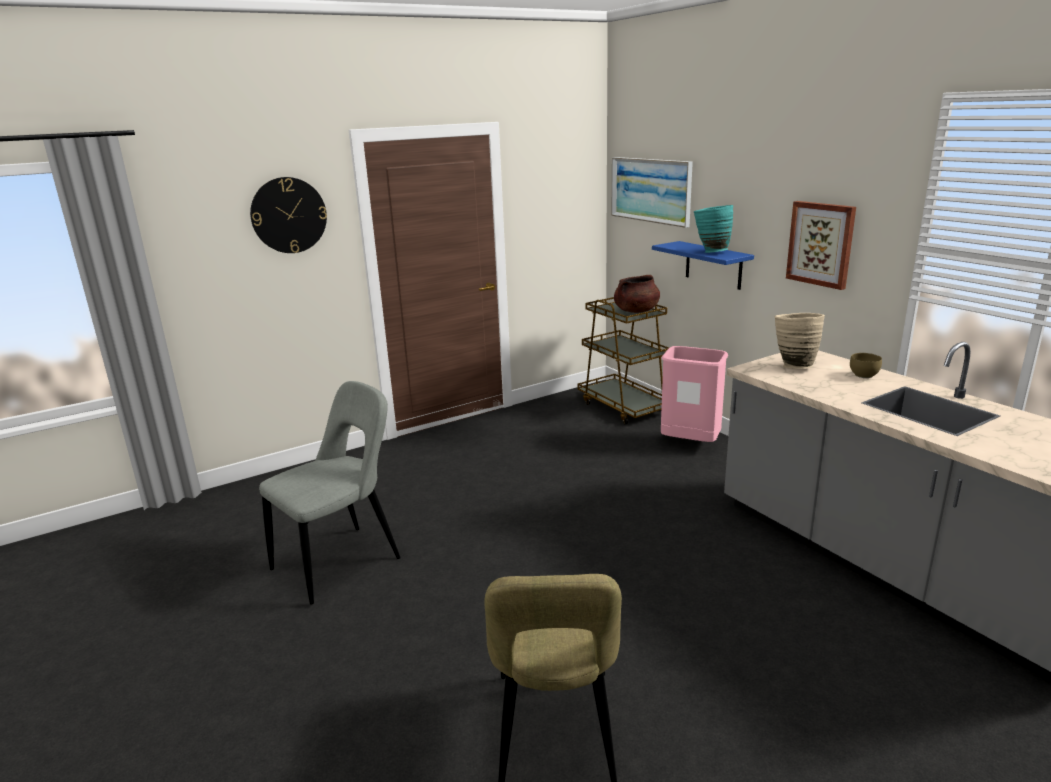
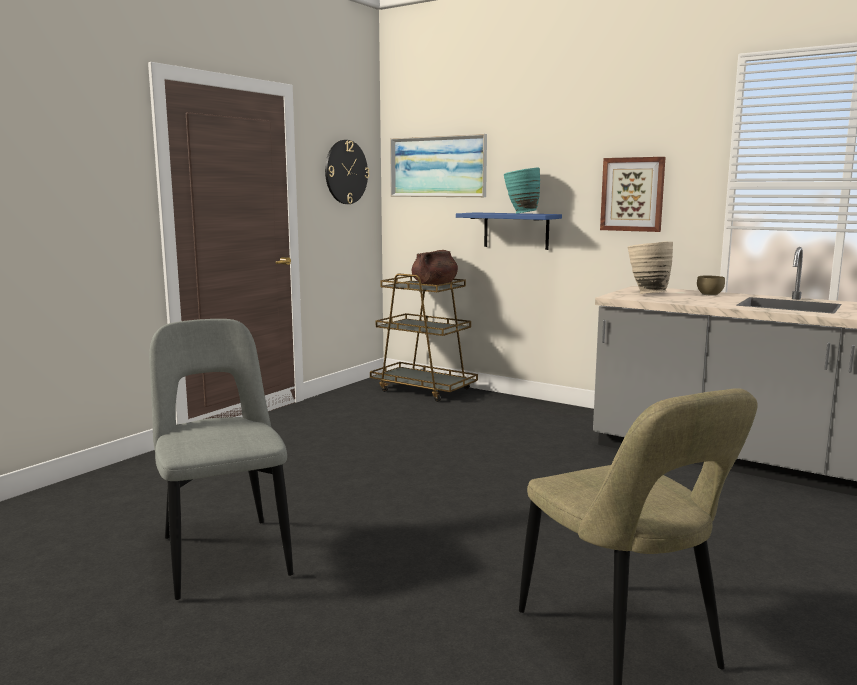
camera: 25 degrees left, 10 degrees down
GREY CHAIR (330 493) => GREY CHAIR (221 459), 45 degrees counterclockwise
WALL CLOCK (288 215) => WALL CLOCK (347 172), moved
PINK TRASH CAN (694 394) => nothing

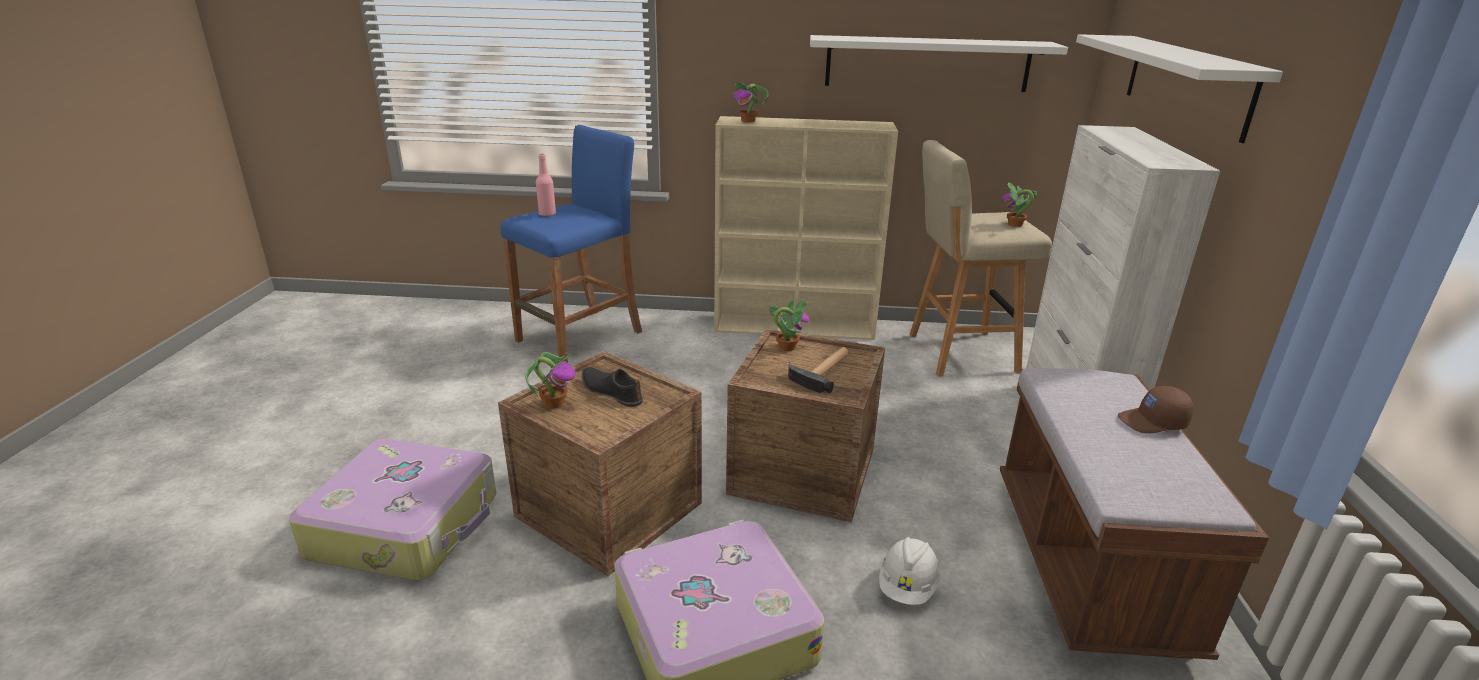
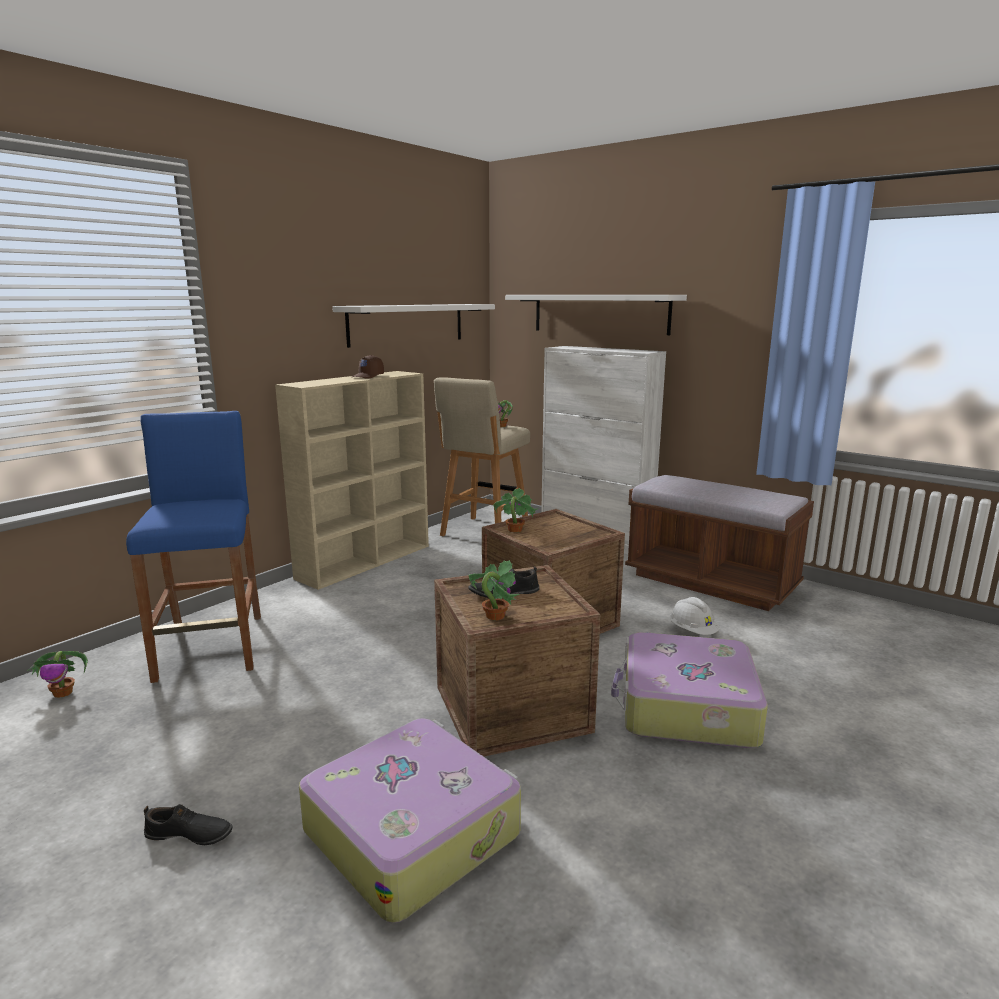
camera: 55 degrees left, 10 degrees down
POTTED PLANT (750 102) => POTTED PLANT (57 674), moved
nothing => BLACK SHOE (188 824)
BROWN CAP (1156 409) => BROWN CAP (368 367), moved
PINK BOTTLE (546 185) => nothing
HAMMER (818 370) => nothing

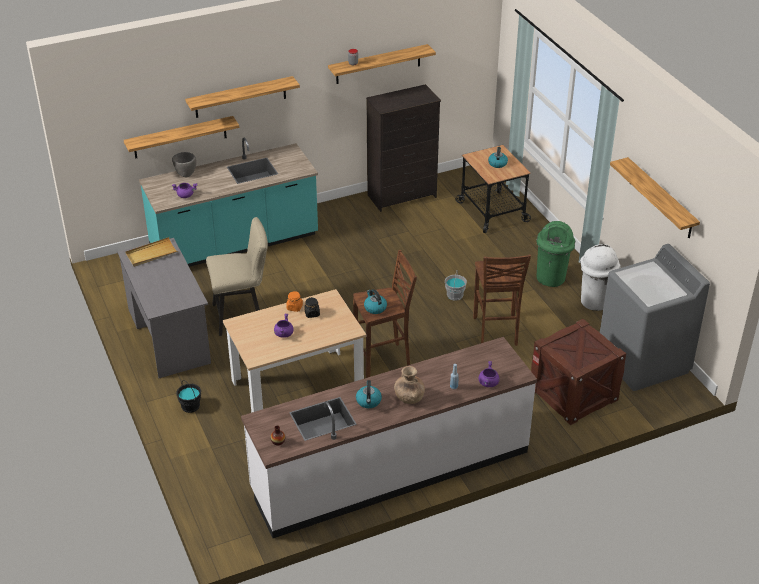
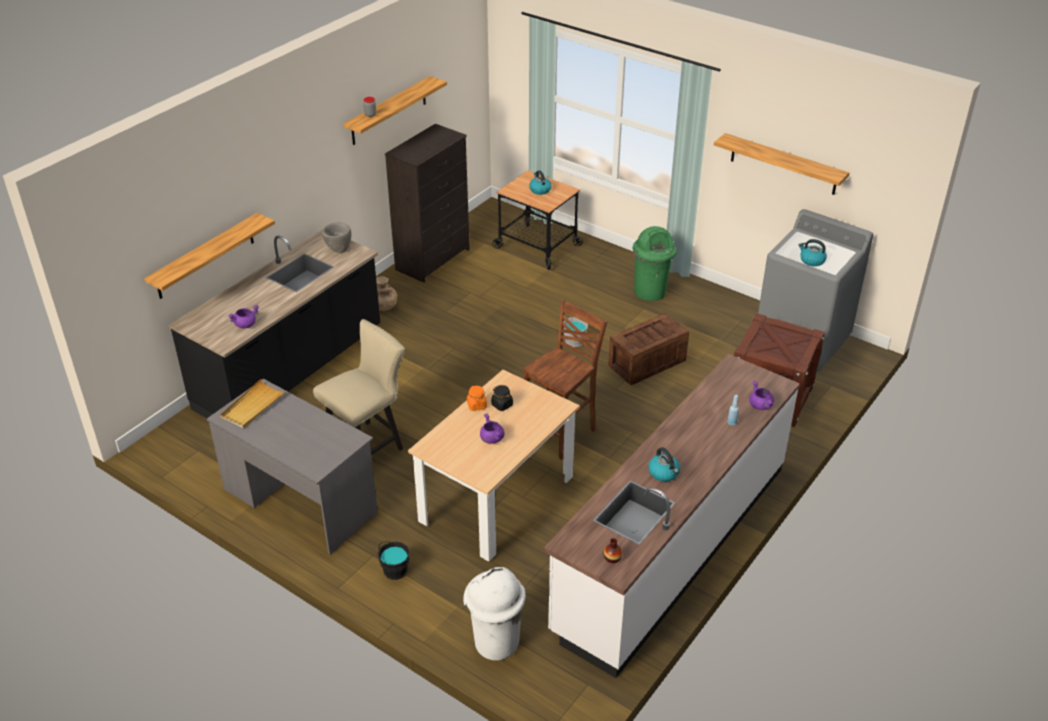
camera: 30 degrees left, 0 degrees up
TURQUOISE COUNTER (228 202) => BLACK COUNTER (274 323)
GREY BOWL (184 165) => GREY BOWL (336 238), moved
BROWN VASE (409 385) => BROWN VASE (386 293), moved
WHITE TRASH CAN (600 277) => WHITE TRASH CAN (494 614), moved
BROWN STOOL (502 300) => CRATE (648 349)
KETTLE (375 301) => KETTLE (813 252), moved
SHELF (242 97) => nothing

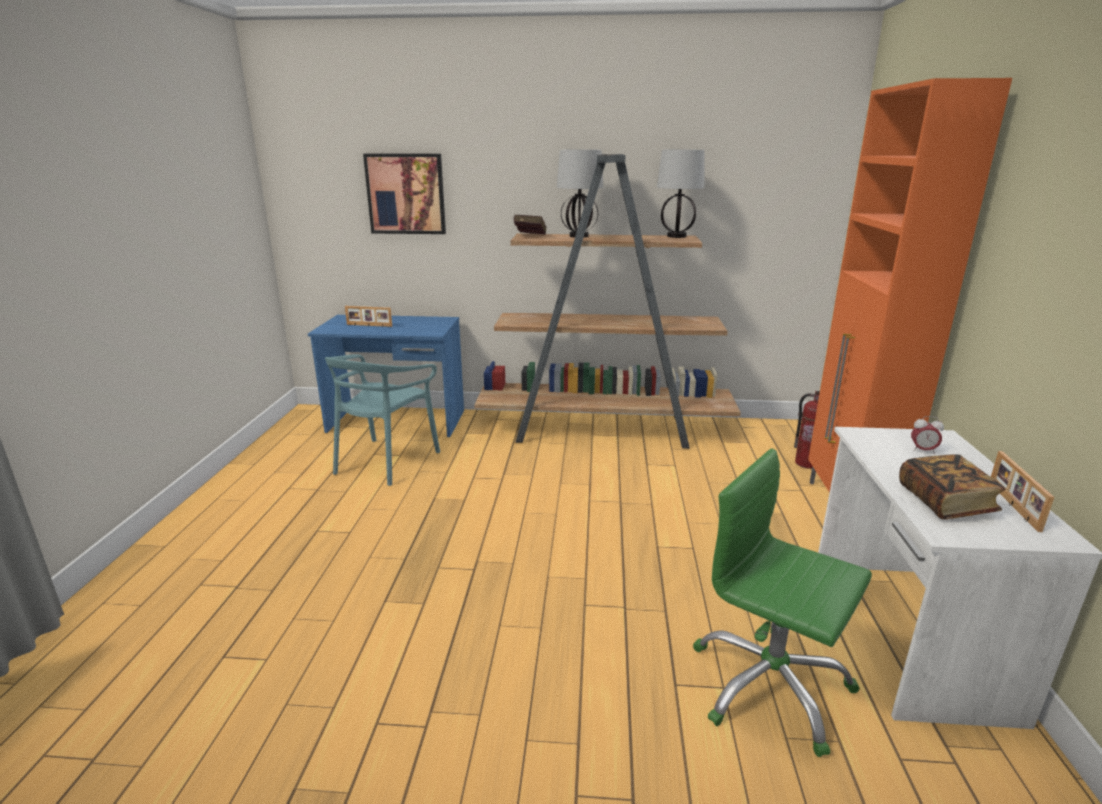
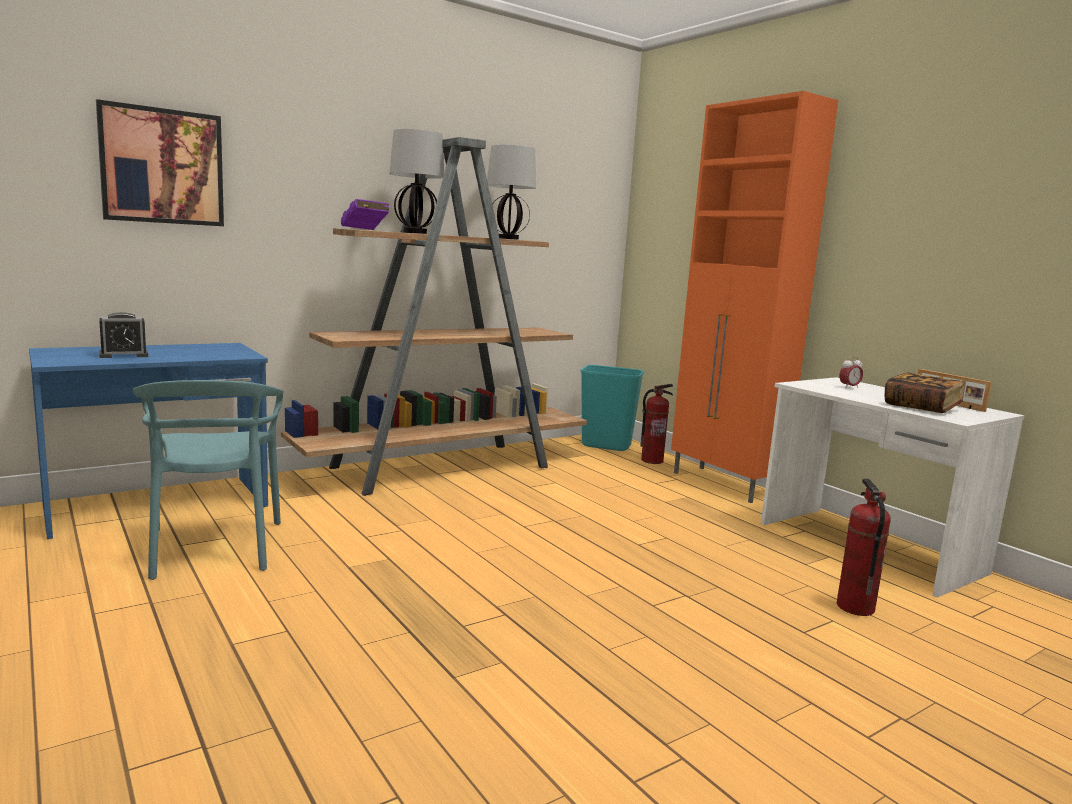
camera: 40 degrees left, 10 degrees down
PICTURE FRAME (368 316) => ALARM CLOCK (123 335)
RED BOOK (530 225) => PURPLE BOOK (365 214)
nothing => TURQUOISE TRASH CAN (612 408)
GREEN OFFICE CHAIR (782 602) => FIRE EXTINGUISHER (864 547)

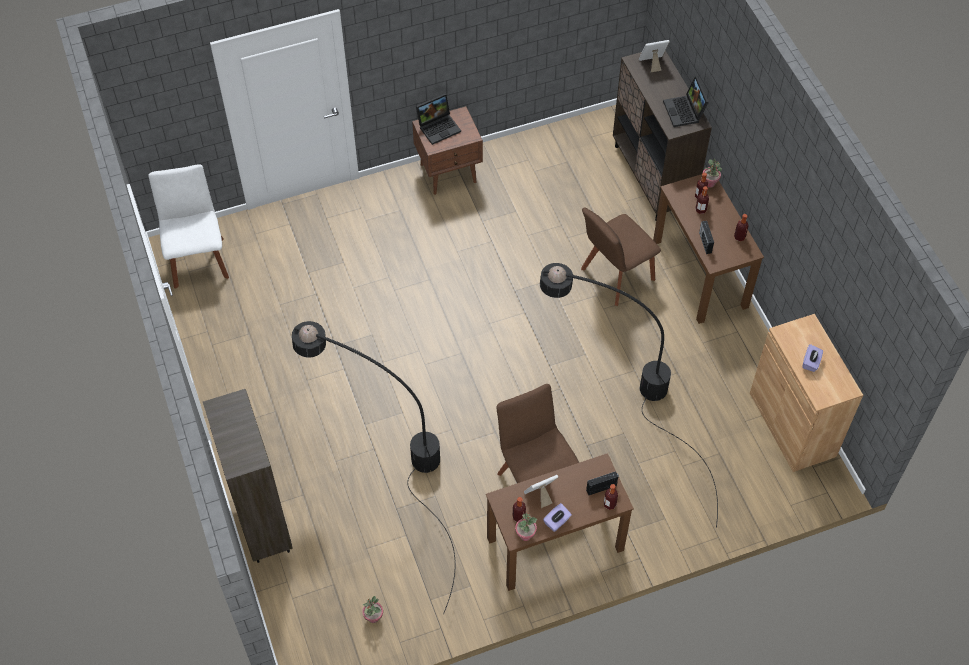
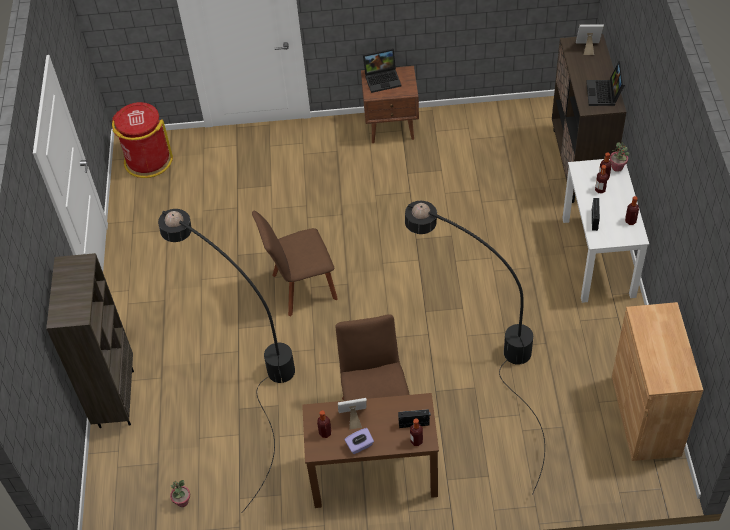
camera: 20 degrees right, 5 degrees down
WHITE CHAIR (188 226) => RED TRASH CAN (142 140)
BROWN CHAIR (621 257) => BROWN CHAIR (295 263), moved
BROWN DESK (708 249) => WHITE DESK (605 230)
POTTED PLANT (526 527) => nothing
PURPLE TISSUE BOX (813 358) => nothing

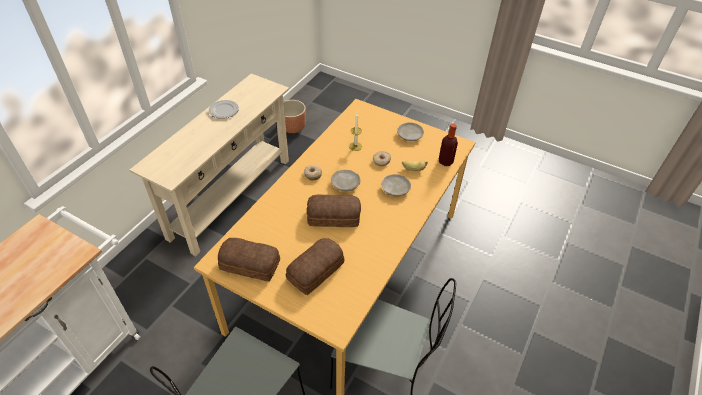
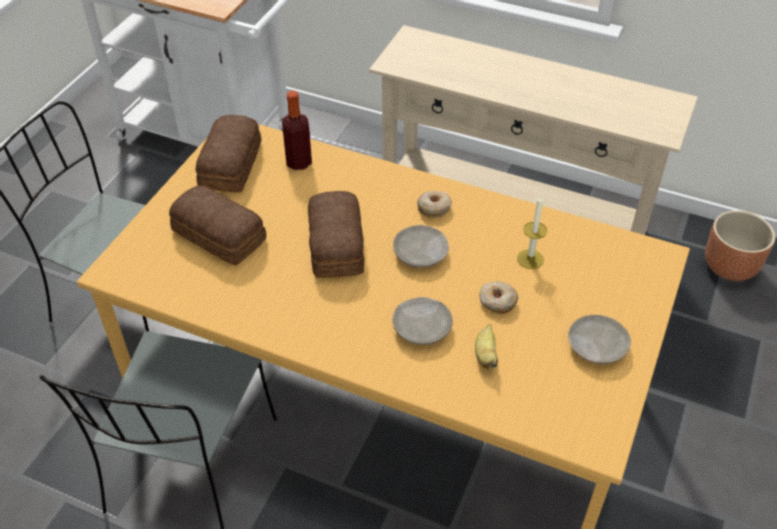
camera: 85 degrees right, 0 degrees up
BOTTLE (448 145) => BOTTLE (297 130), moved
PLATE (224 109) => nothing

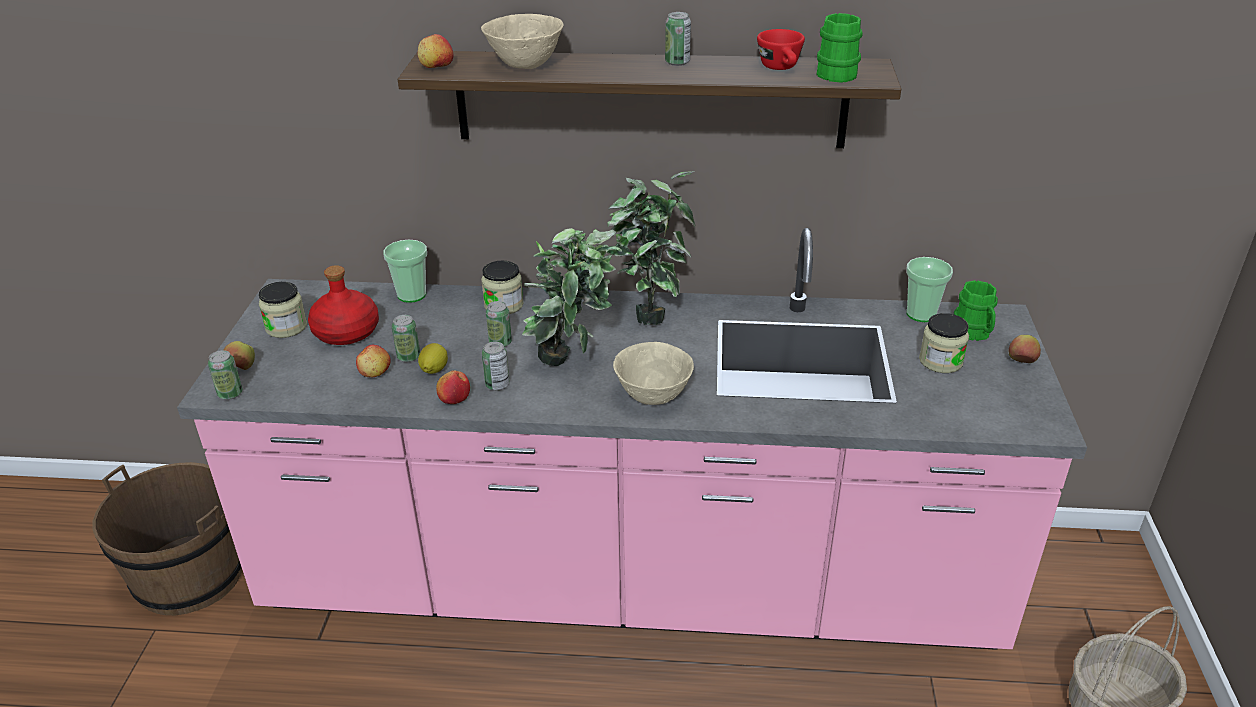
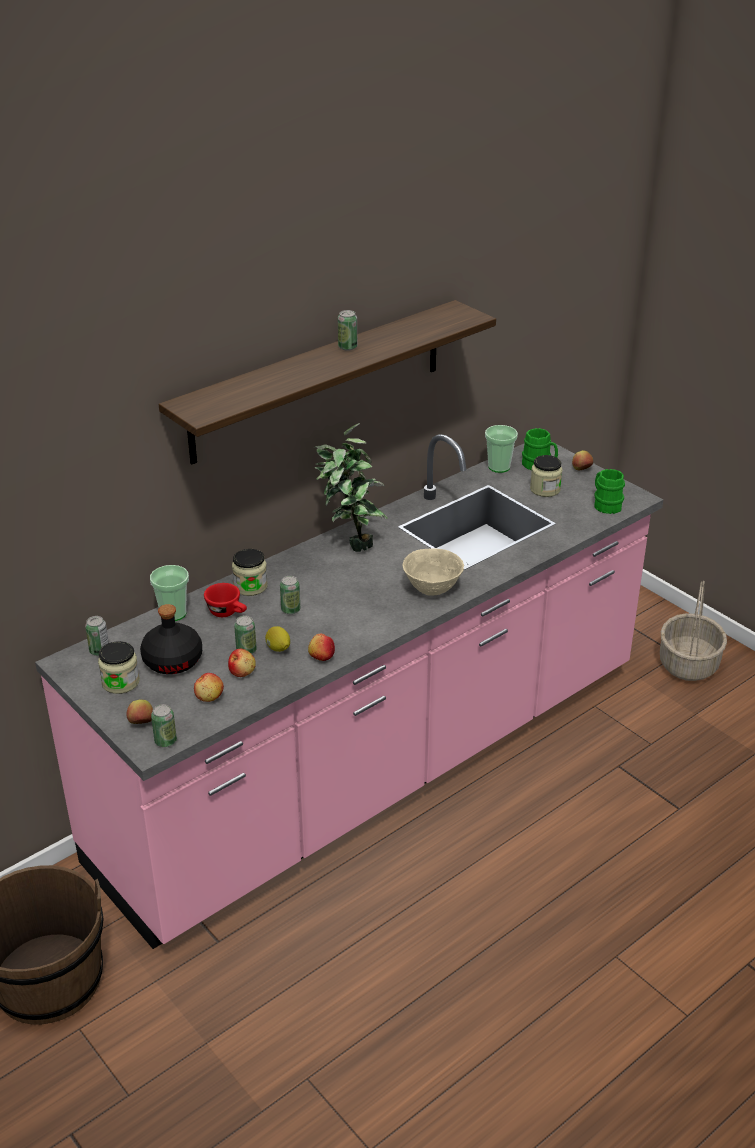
camera: 45 degrees left, 0 degrees up
CAN (496 366) => CAN (97 636), moved
RED BOTTLE (343 305) => BLACK BOTTLE (171 639)
APPLE (435 51) => APPLE (209 687), moved
RED CUP (781 49) => RED CUP (225 600), moved
GREEN MUG (840 48) => GREEN MUG (609 491), moved
BEIGE BOWL (522 41) => nothing
POTTED PLANT (572 297) => nothing

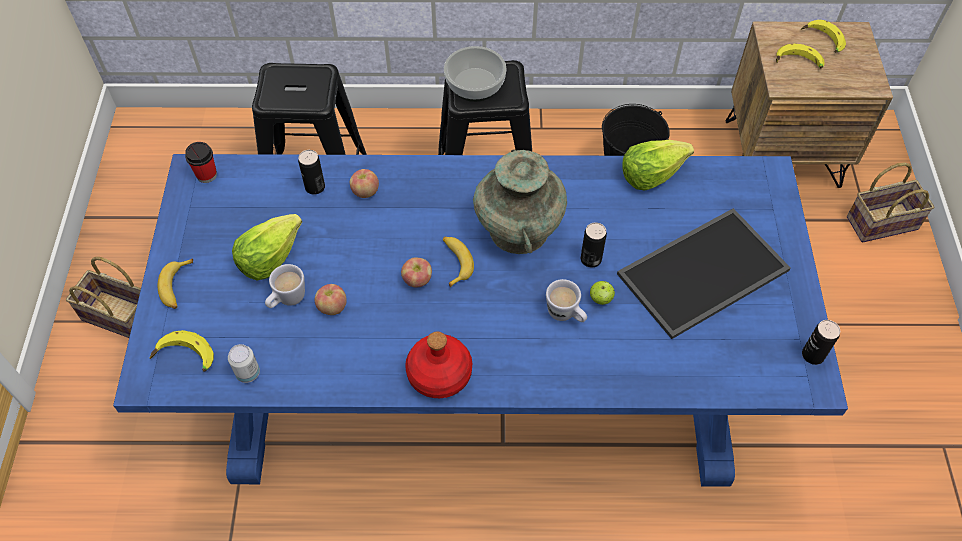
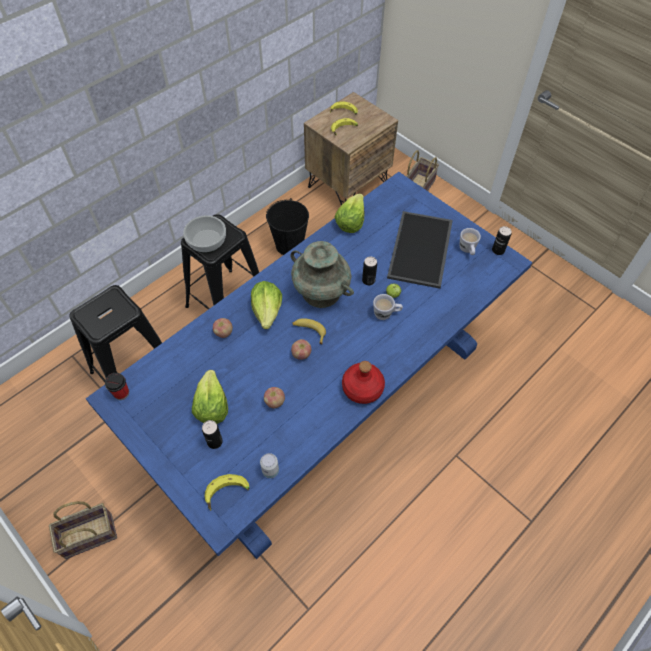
camera: 45 degrees left, 0 degrees up
CAN (311 172) => CAN (212 434), moved
nothing => LETTUCE (266 305)
WHITE MUG (285 286) => WHITE MUG (470 241), moved
BANANA (175 283) => nothing

